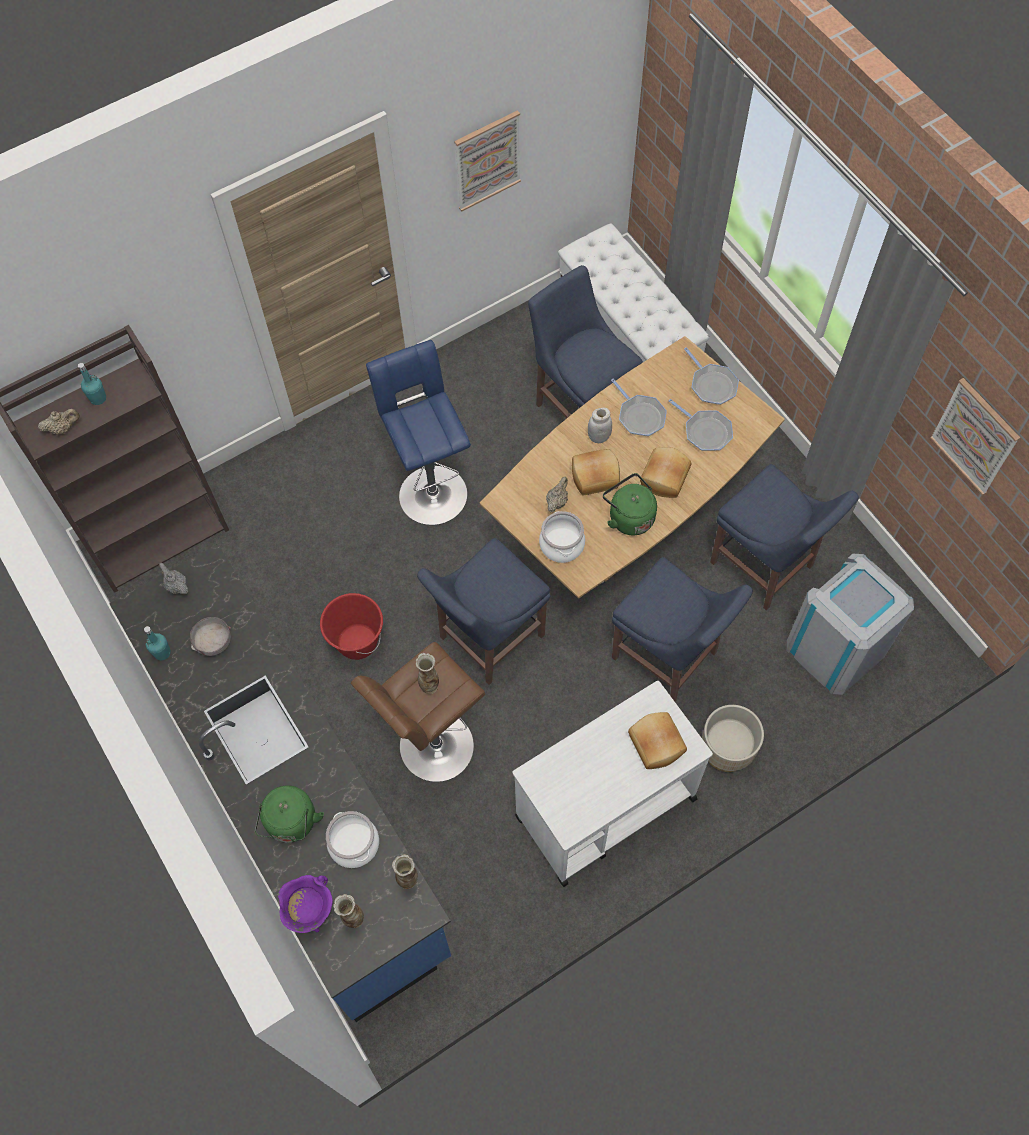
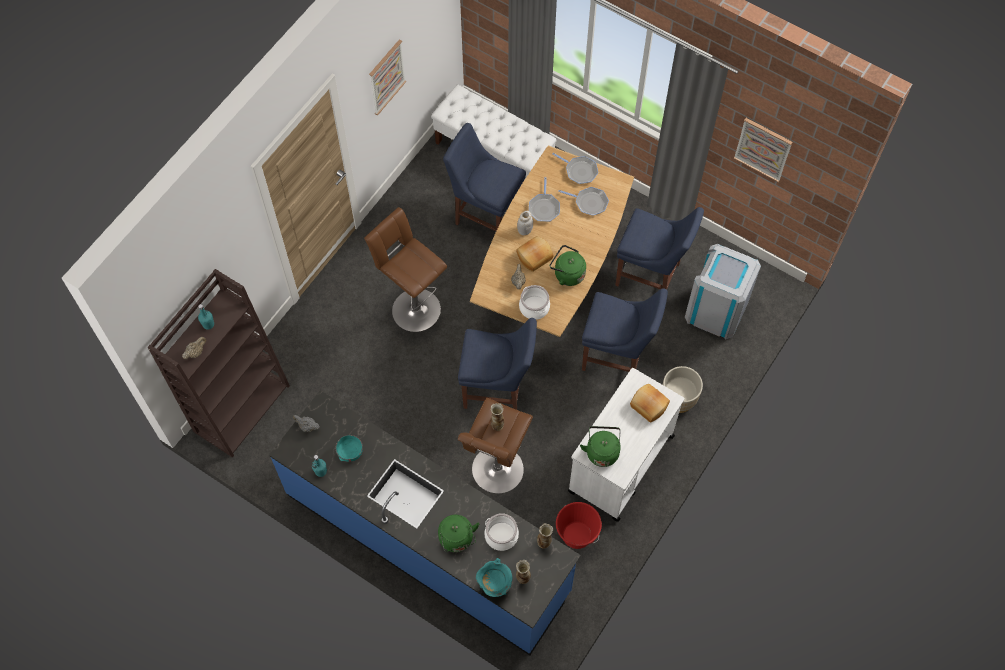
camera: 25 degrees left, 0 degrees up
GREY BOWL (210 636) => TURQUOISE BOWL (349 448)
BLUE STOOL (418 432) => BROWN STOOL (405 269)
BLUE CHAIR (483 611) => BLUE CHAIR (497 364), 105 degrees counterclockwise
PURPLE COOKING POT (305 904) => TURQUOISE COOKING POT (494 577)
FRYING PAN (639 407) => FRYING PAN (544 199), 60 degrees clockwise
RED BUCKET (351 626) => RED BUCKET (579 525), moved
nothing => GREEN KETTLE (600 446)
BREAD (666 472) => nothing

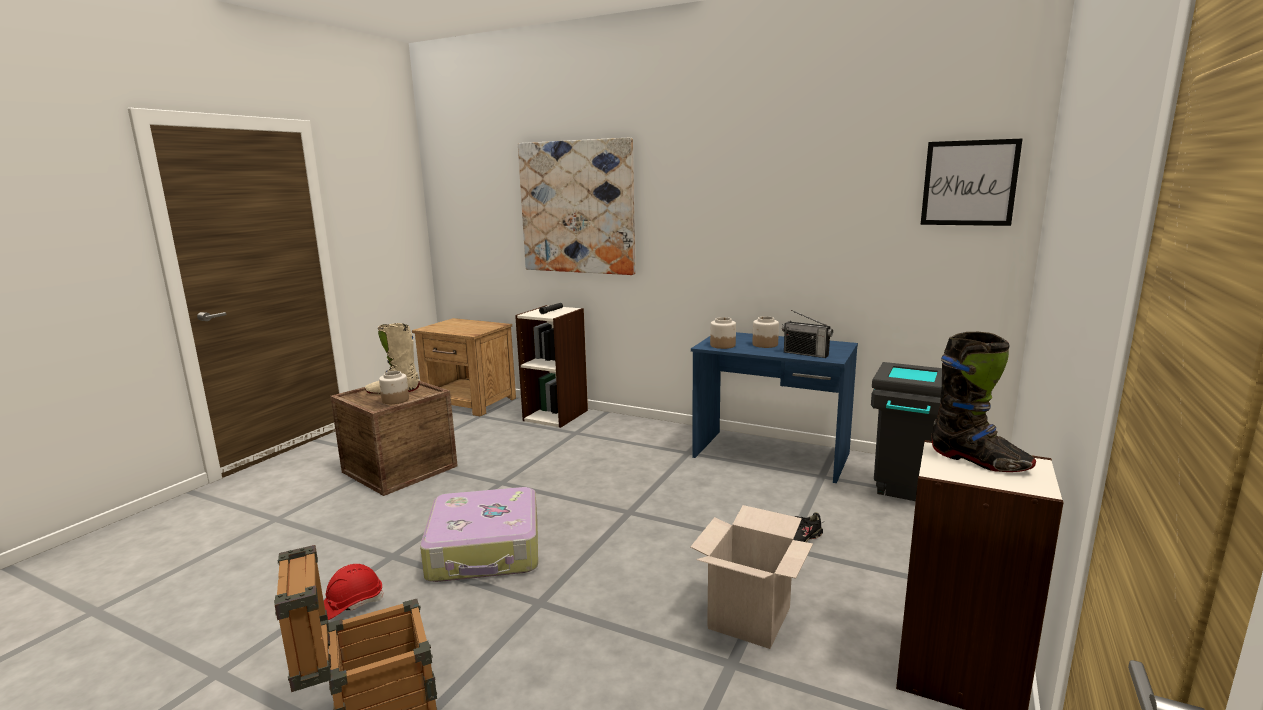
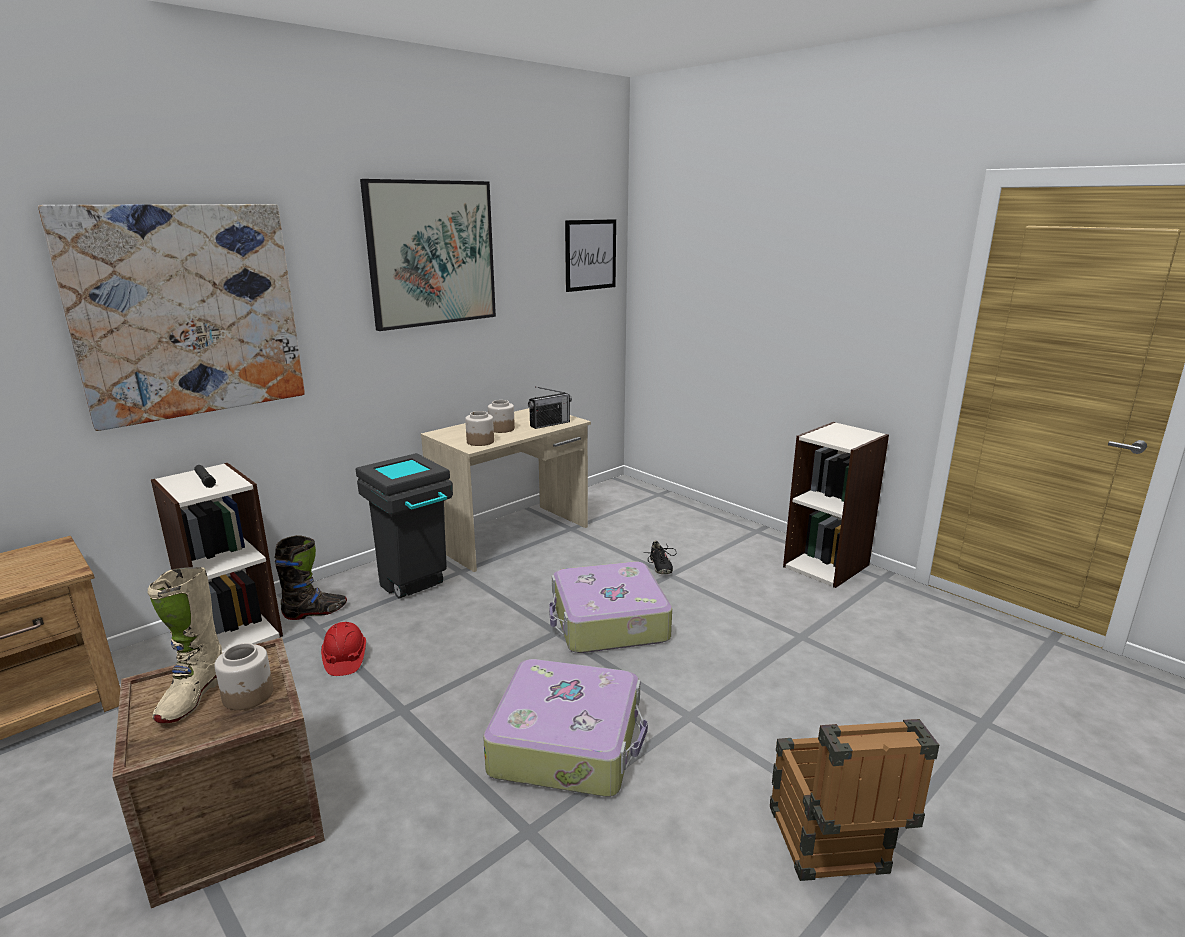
camera: 70 degrees left, 5 degrees up
BLACK BOOT (983 402) => BLACK BOOT (311 577), moved
RED HARD HAT (354 592) => RED HARD HAT (343 649), moved
GREY TRASH CAN (906 431) => GREY TRASH CAN (404 526), moved
nothing => PICTURE (428 255)
BLUE DESK (774 407) => BEIGE DESK (506 490)
nothing => SUITCASE (610 607)
CARDBOARD BOX (752 577) => nothing

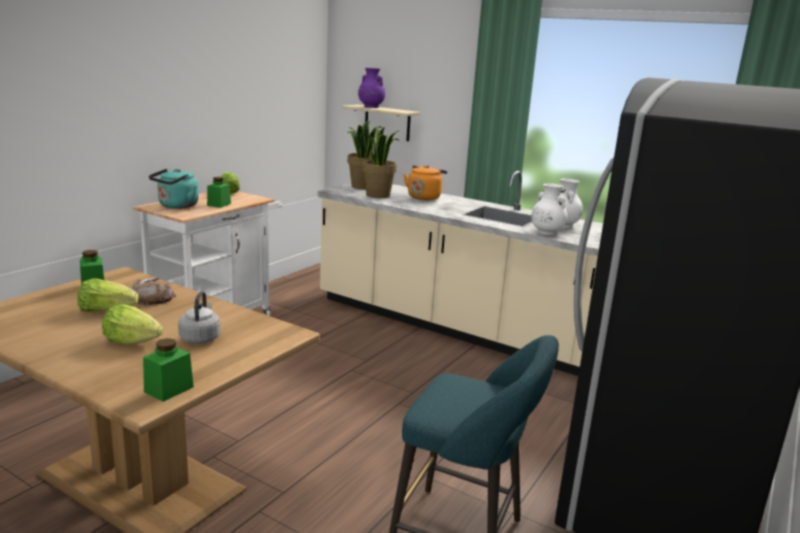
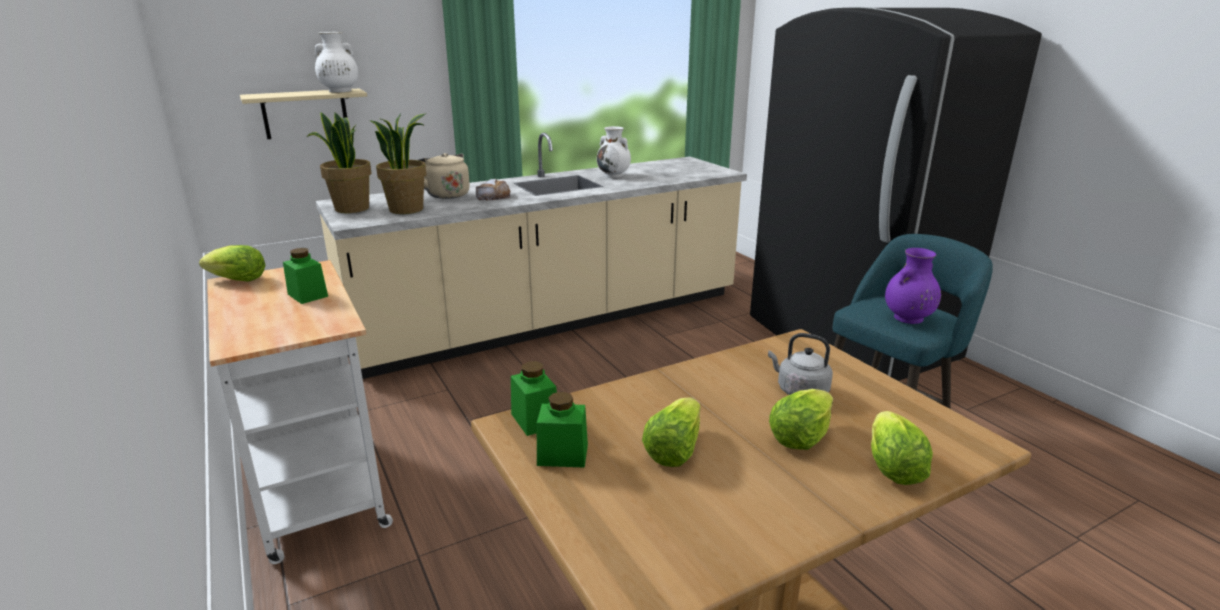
camera: 60 degrees left, 5 degrees up
WHITE VASE (549 209) => WHITE VASE (336 62), moved
ORANGE KETTLE (425 182) => BEIGE KETTLE (444 176)
BREAD (153 291) => BREAD (493 190), moved
GREEN JAR (168 370) => GREEN JAR (534 398), moved
nothing => LETTUCE (902 448)
PURPLE VASE (371 88) => PURPLE VASE (913 286), moved
TURQUOISE KETTLE (173 189) => nothing

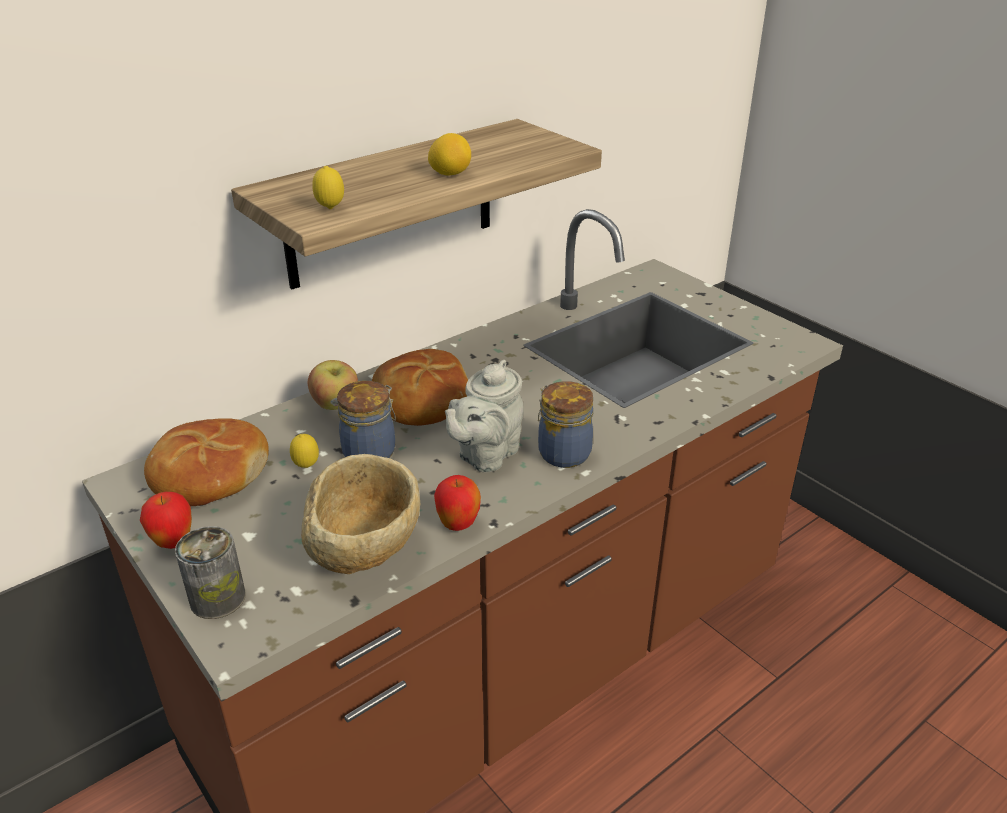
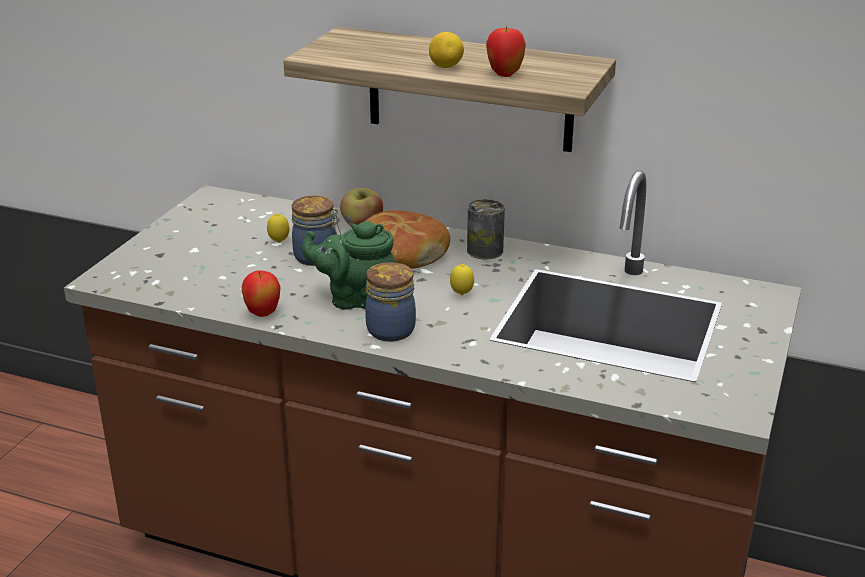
camera: 60 degrees right, 5 degrees down
GREY TEAPOT (484 416) => GREEN TEAPOT (349 265)
LEMON (328 187) => LEMON (462 279), moved
CAN (210 572) => CAN (486 229), moved
APPLE (166 520) => APPLE (506 51), moved
BREAD (206 462) => nothing
BEIGE BOWL (360 514) => nothing

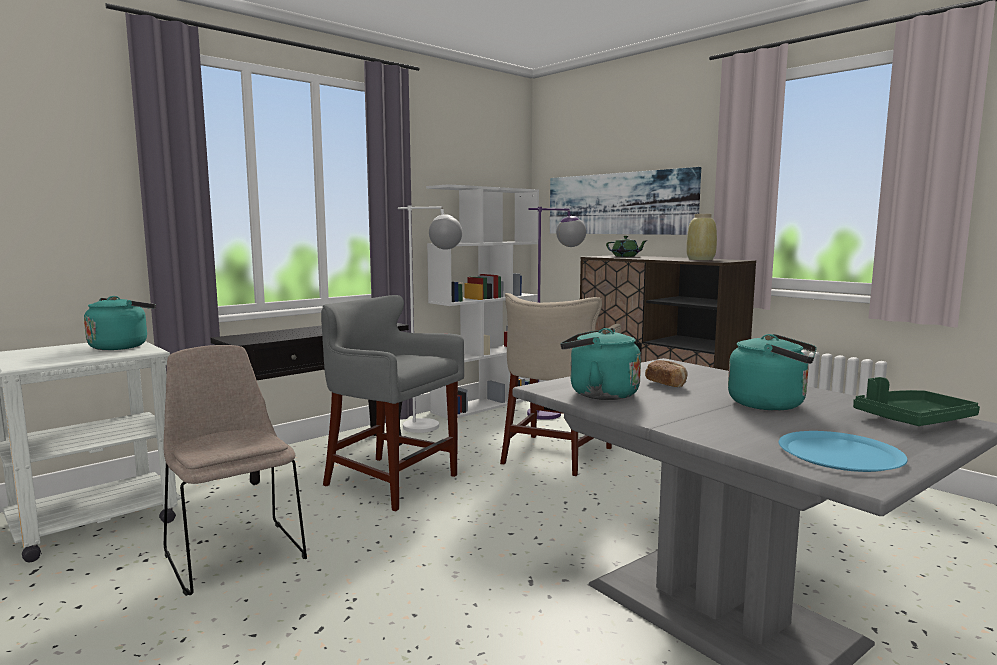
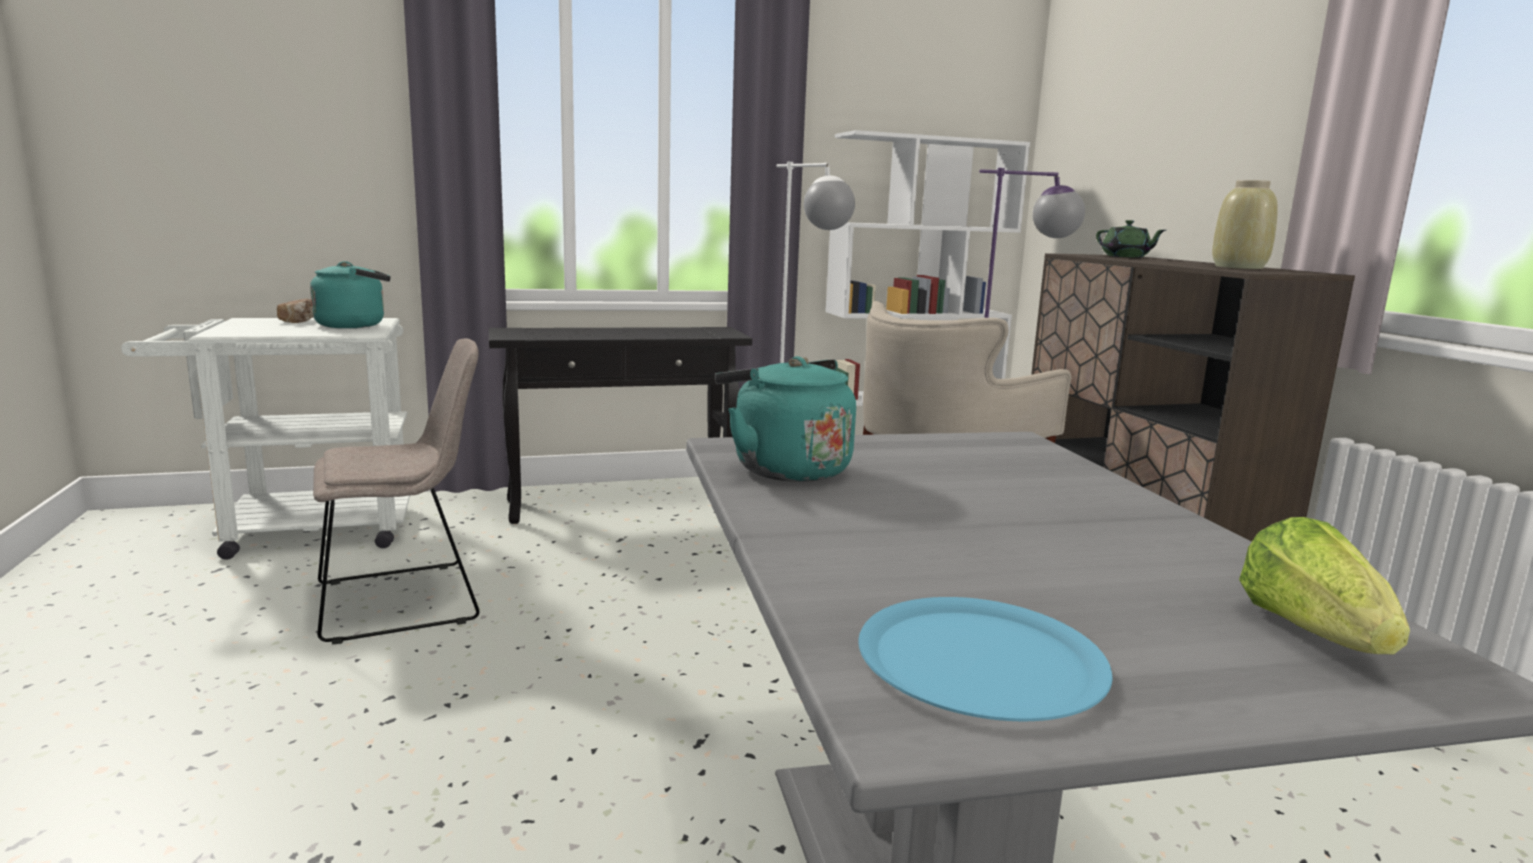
camera: 25 degrees right, 5 degrees up
BREAD (666 373) => BREAD (295 311), moved
BEIGE CHAIR (235 470) => BEIGE CHAIR (396 491), 75 degrees clockwise
GREEN TRAY (916 401) => LETTUCE (1324 585)
GREY STOOL (392 403) => nothing
PICTURE (625 201) => nothing
TURQUOISE KETTLE (772 372) => nothing

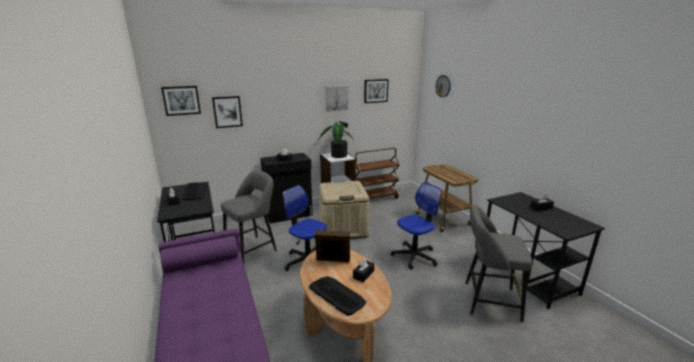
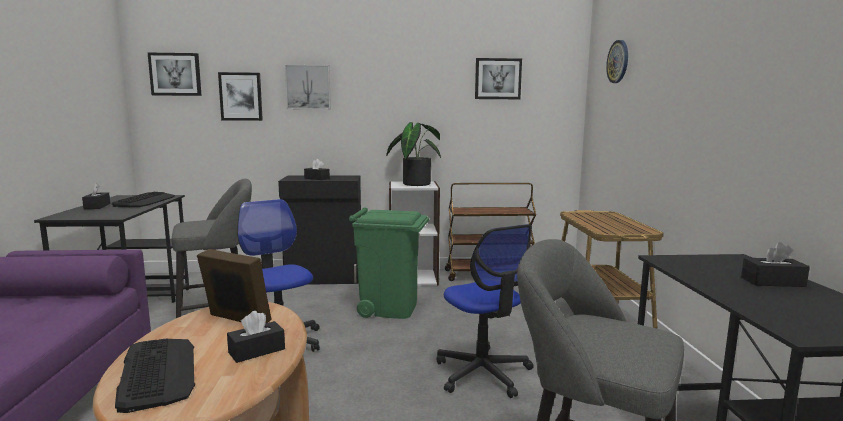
camera: 20 degrees right, 10 degrees down
PICTURE (336 98) => PICTURE (308 87), moved
BEIGE STORAGE BOX (344 210) => GREEN TRASH CAN (389 263)
OFFICE CHAIR (416 226) => OFFICE CHAIR (485 311), 75 degrees clockwise

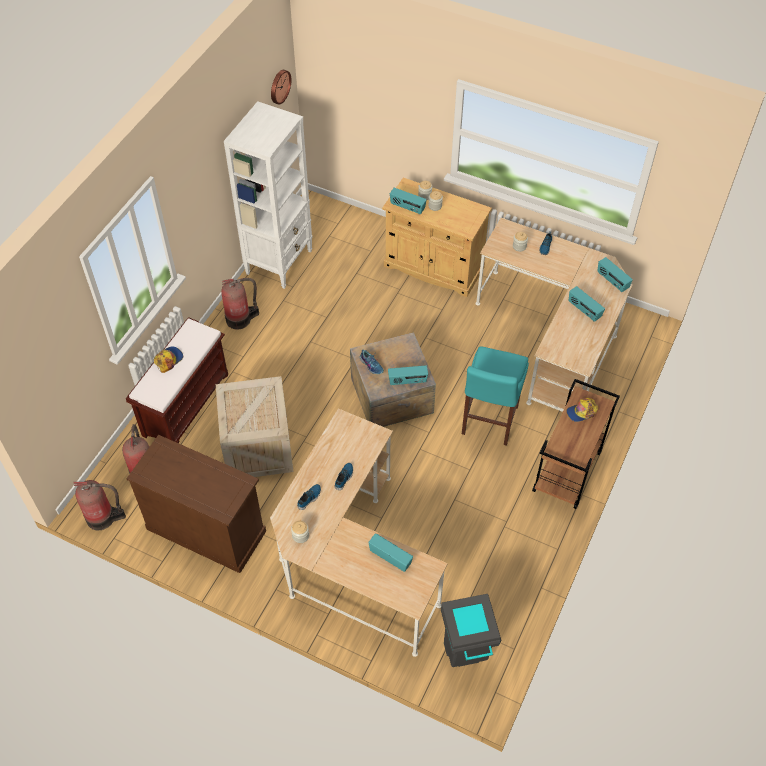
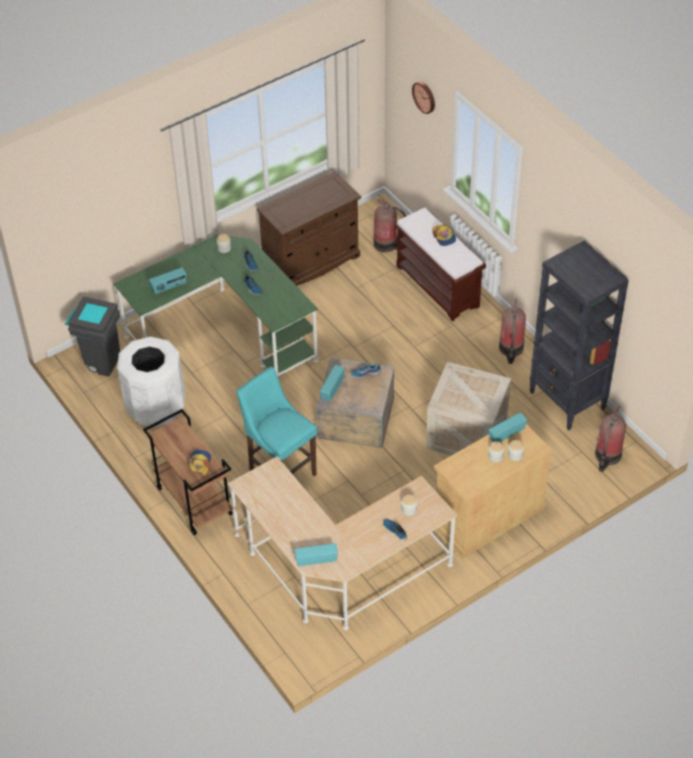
camera: 120 degrees right, 5 degrees down
BEIGE DESK (359 532) => GREEN DESK (216 305)
nothing => WHITE TRASH CAN (151 381)
WALL CLOCK (281 87) => WALL CLOCK (423 97), moved
CRATE (254 426) => CRATE (468 409), moved
WHITE BOOKCASE (268 195) => BLACK BOOKCASE (579 335)
FIRE EXTINGUISHER (99 505) => FIRE EXTINGUISHER (610 439), moved
RADIO (587 304) => nothing

